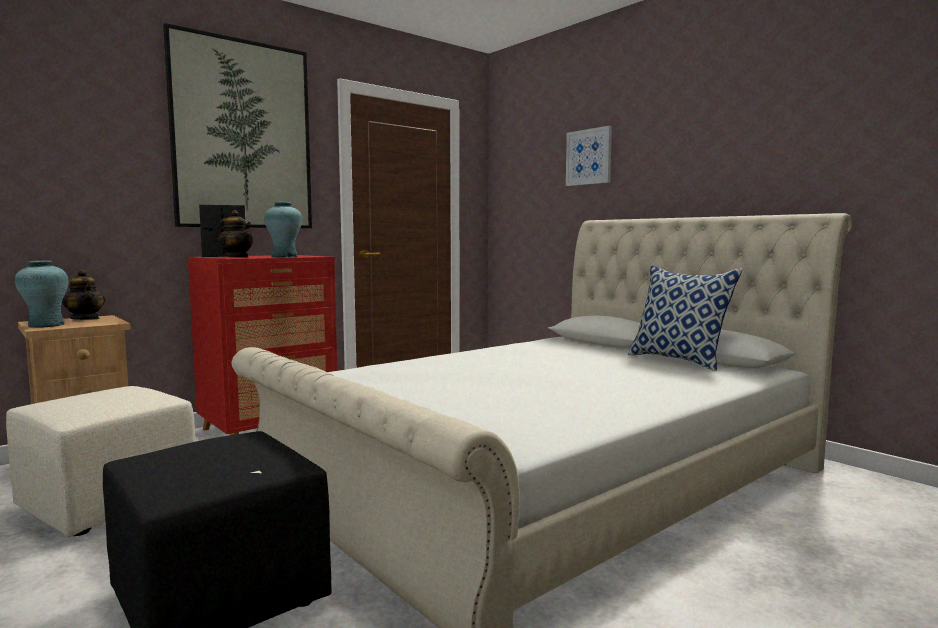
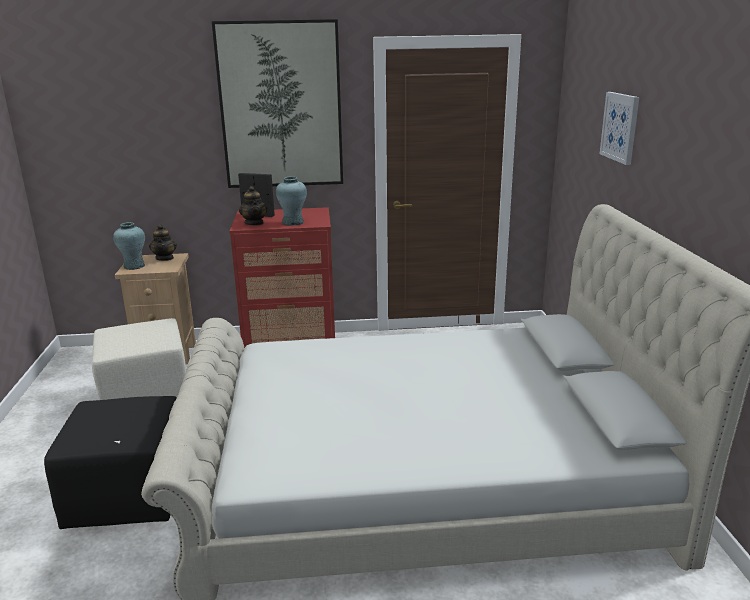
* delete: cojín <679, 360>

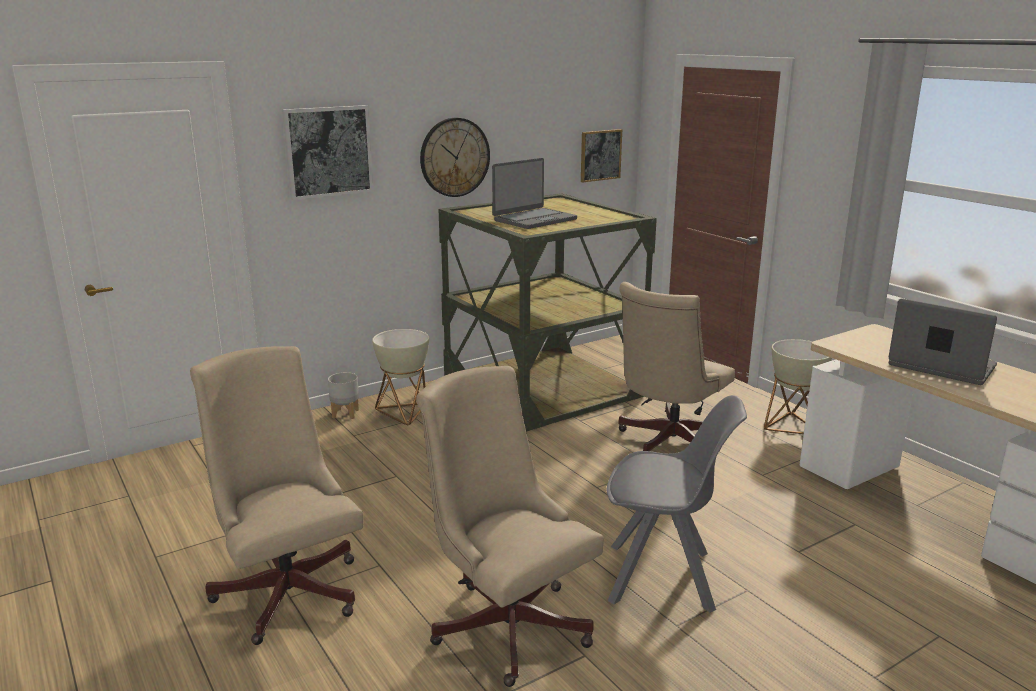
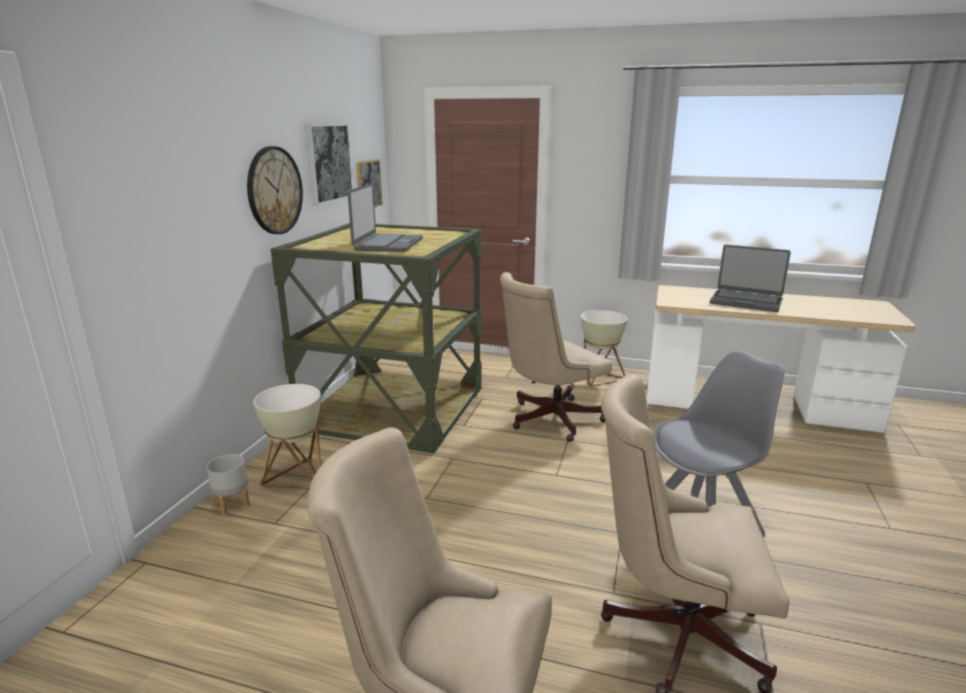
* move: cuadro <328, 151> to <328, 162>
* rotate: silla de oficina [beis] <667, 443> = <549, 419> 60 degrees clockwise
* rotate: portátil <941, 366> = <746, 301> 150 degrees counterclockwise

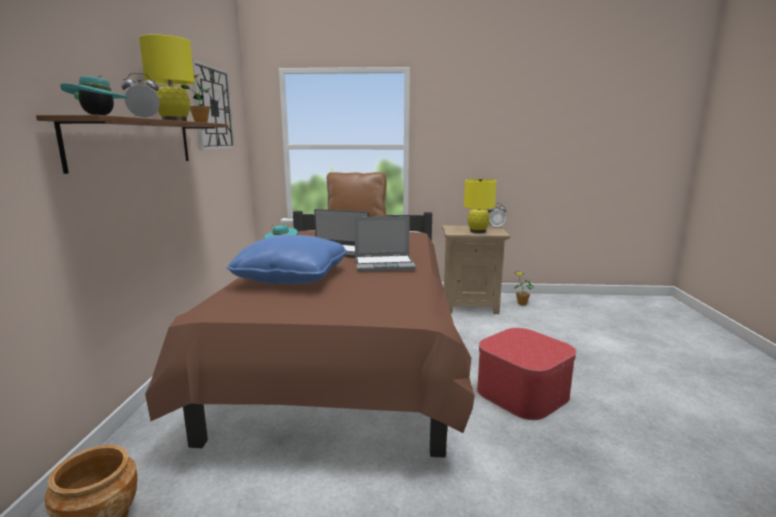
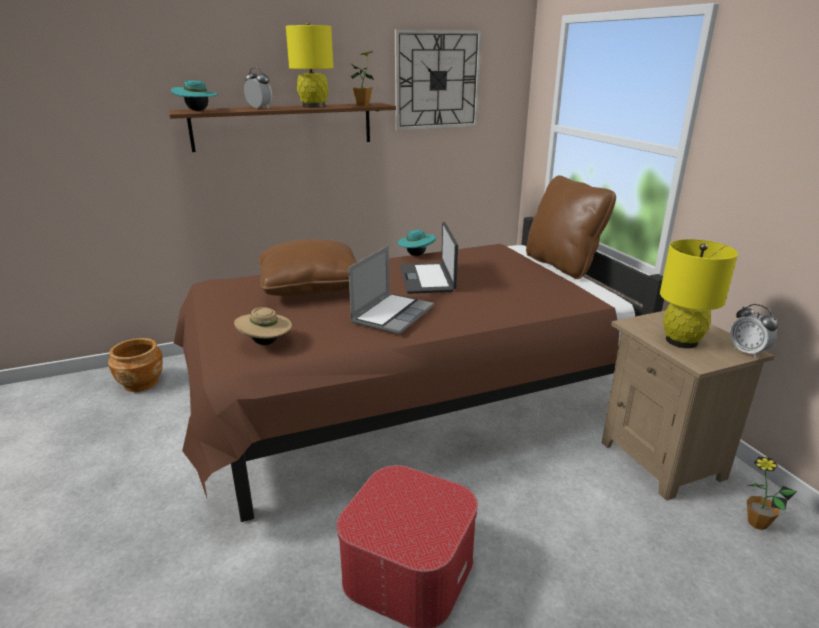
* insert: sombrero [beis] <266, 343>
* recolor: cojín [azul] <291, 277> to cojín [marrón] <310, 286>
* rotate: portátil <385, 264> = <392, 314> 120 degrees counterclockwise

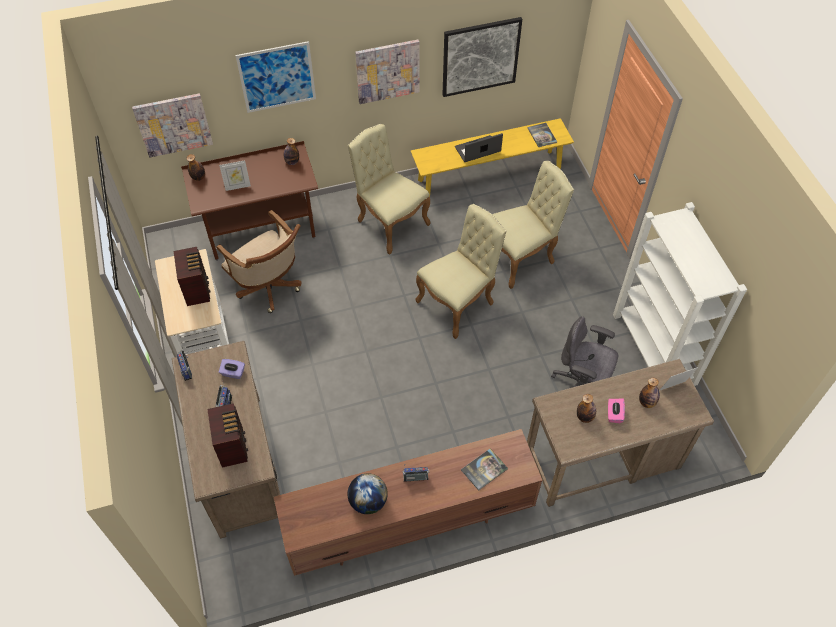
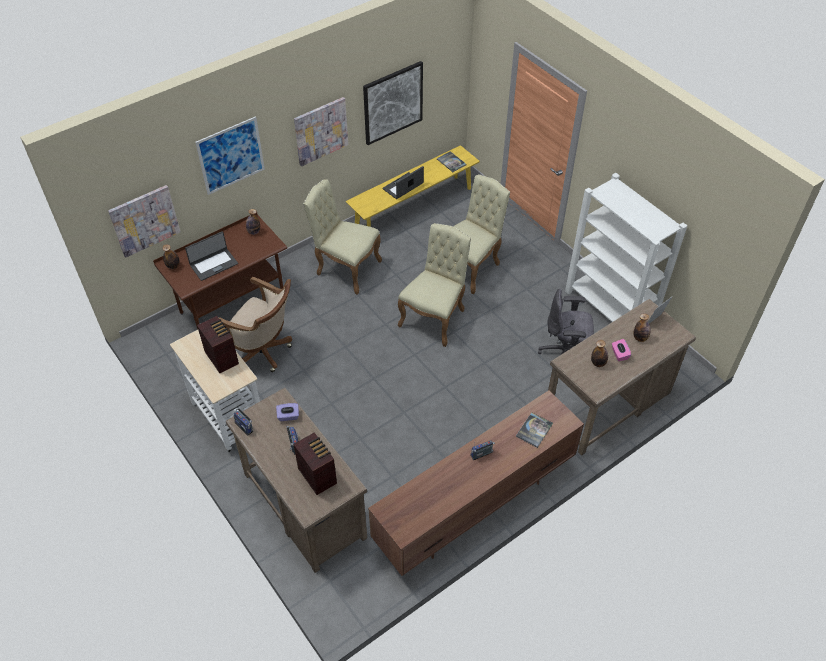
* replace: portarretratos <237, 186> to portátil <213, 264>
* delete: globo terráqueo <368, 501>

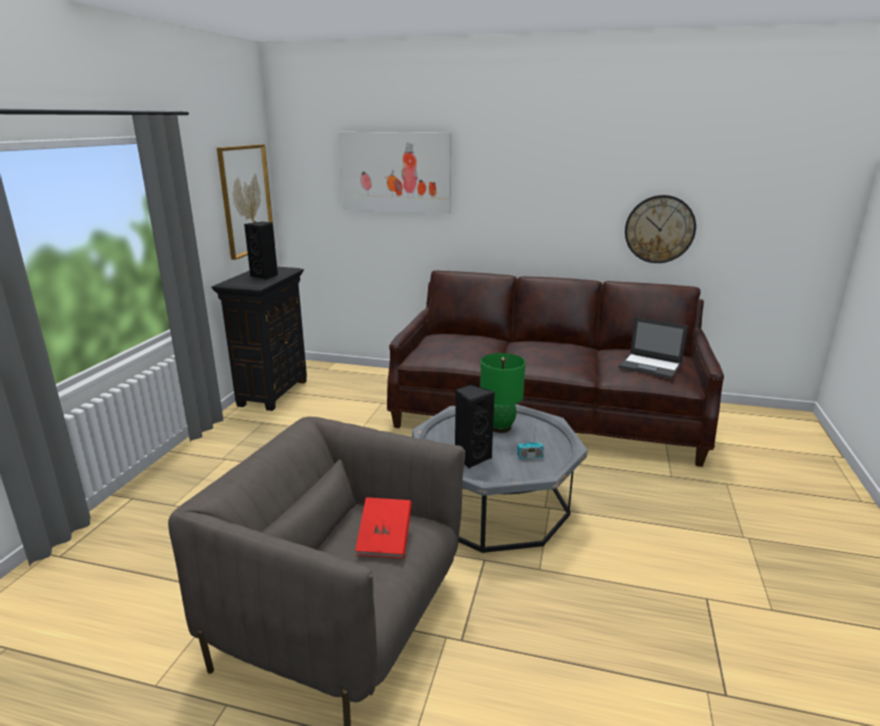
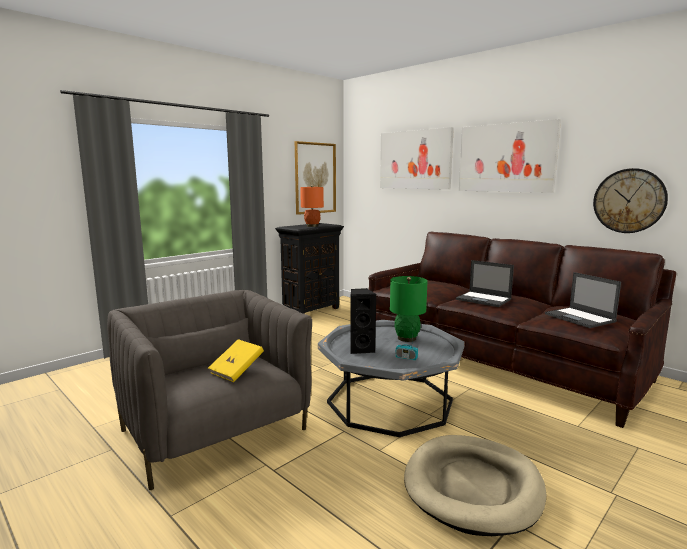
* recolor: libro [rojo] <385, 540> to libro [amarillo] <237, 371>
* replace: altavoz [negro] <265, 276> to lámpara de mesa [naranja] <312, 226>
* insert: cama para perro [beis] <473, 487>
* insert: portátil <484, 299>
* insert: cuadro <506, 158>

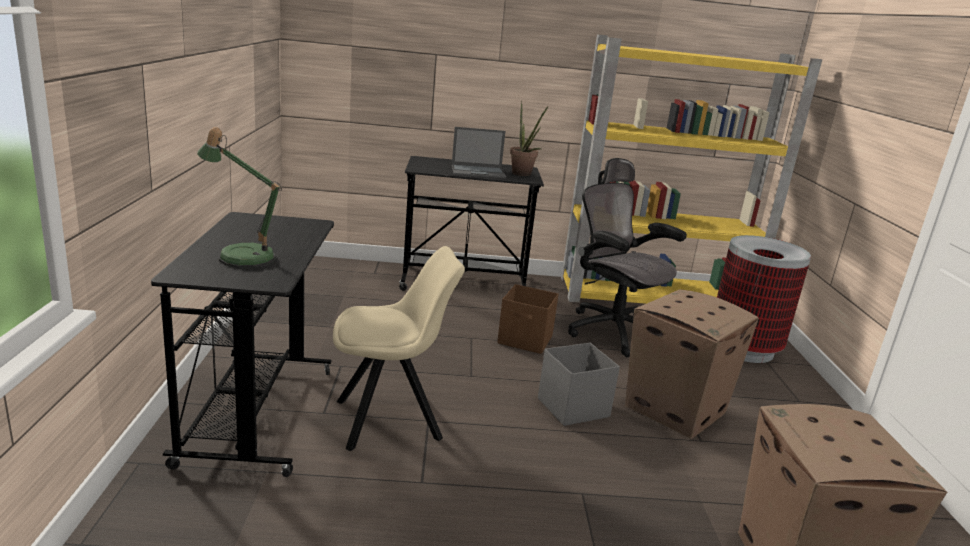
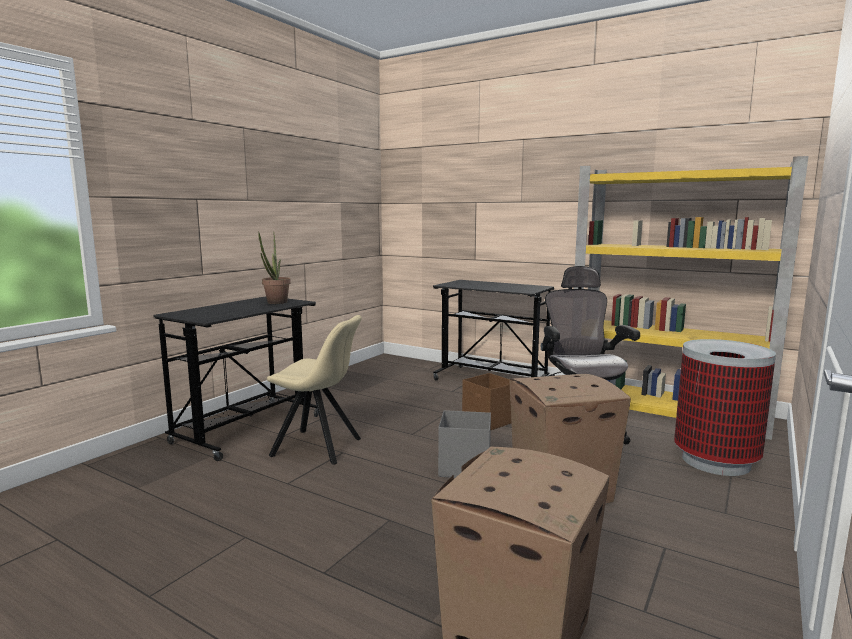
* move: planta en maceta <523, 174> to <275, 303>
* delete: lámpara de mesa <241, 255>
* delete: portátil <478, 172>

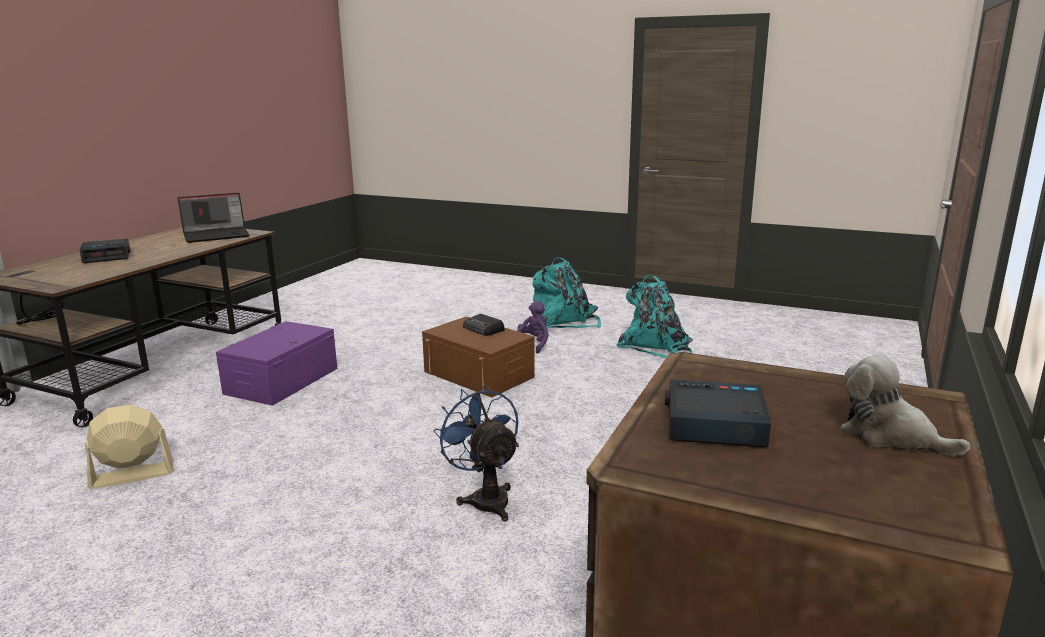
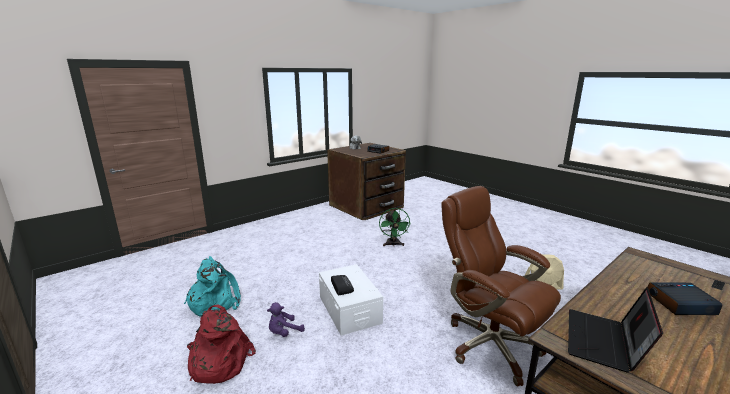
* recolor: mochila [turquesa] <564, 322> to mochila [rojo] <218, 362>
* recolor: caja de almacenaje [marrón] <479, 374> to caja de almacenaje [blanco] <349, 309>
* recolor: ventilador [azul] <485, 498> to ventilador [verde] <393, 245>
* replace: caja de almacenaje [morado] <282, 381> to silla de oficina [marrón] <489, 344>
* rotate: portátil <217, 235> = <604, 342> 60 degrees counterclockwise

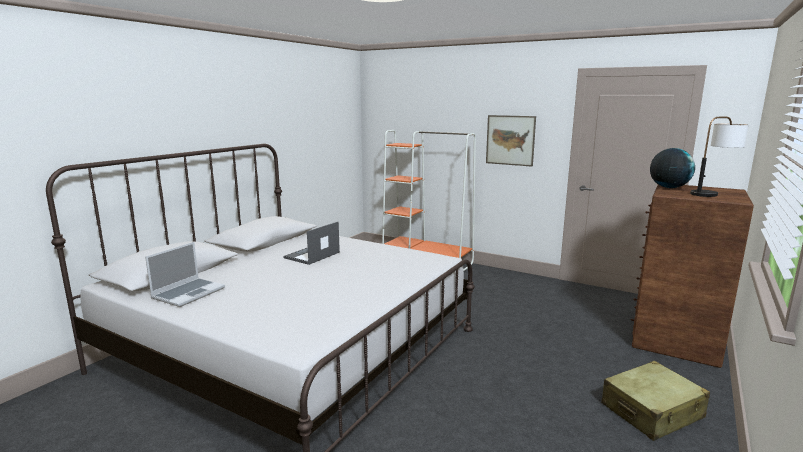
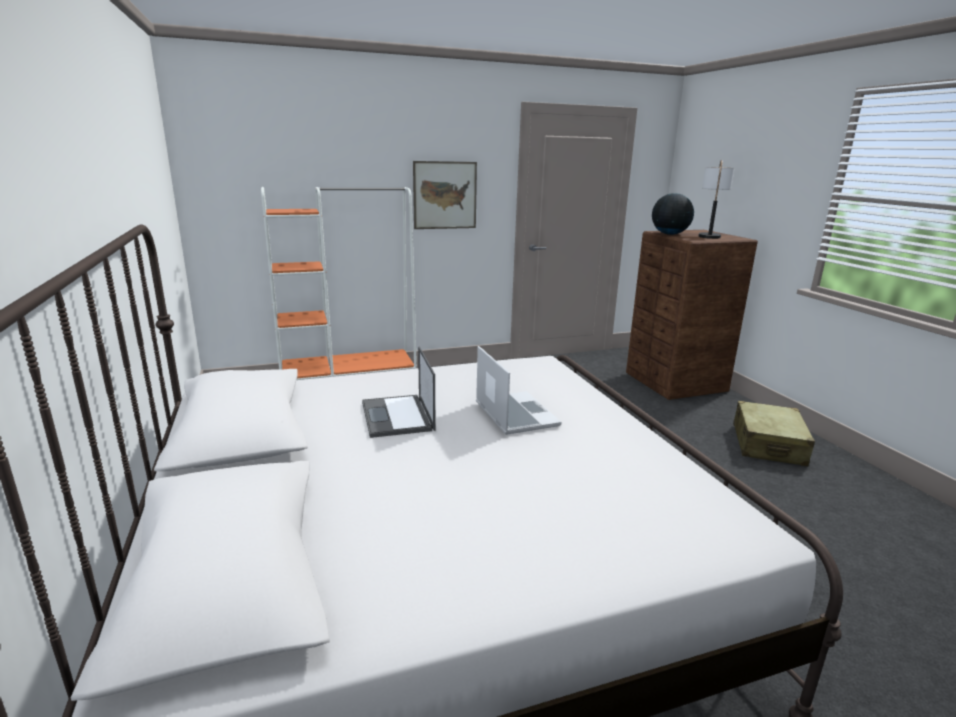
* move: portátil <189, 293> to <514, 414>

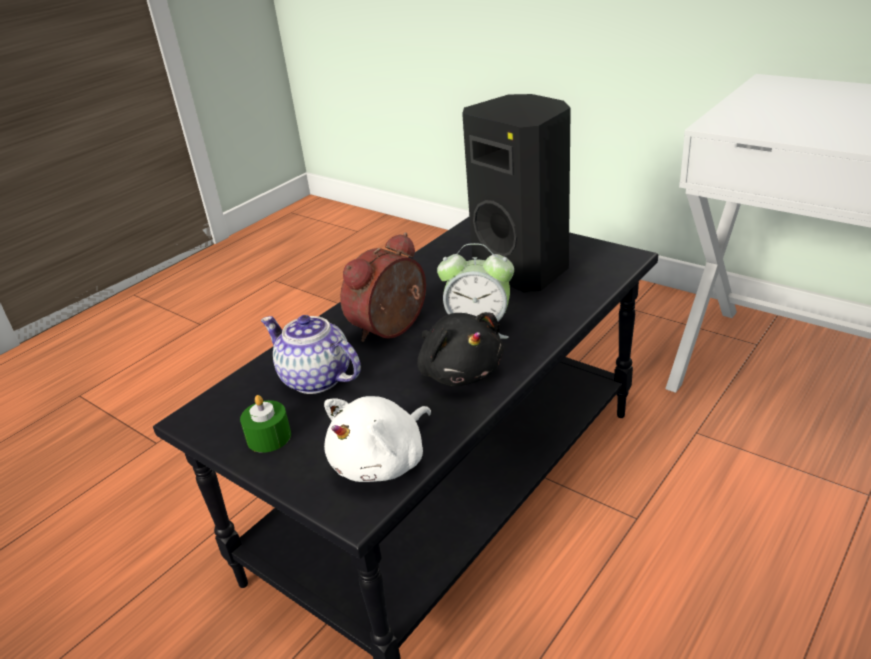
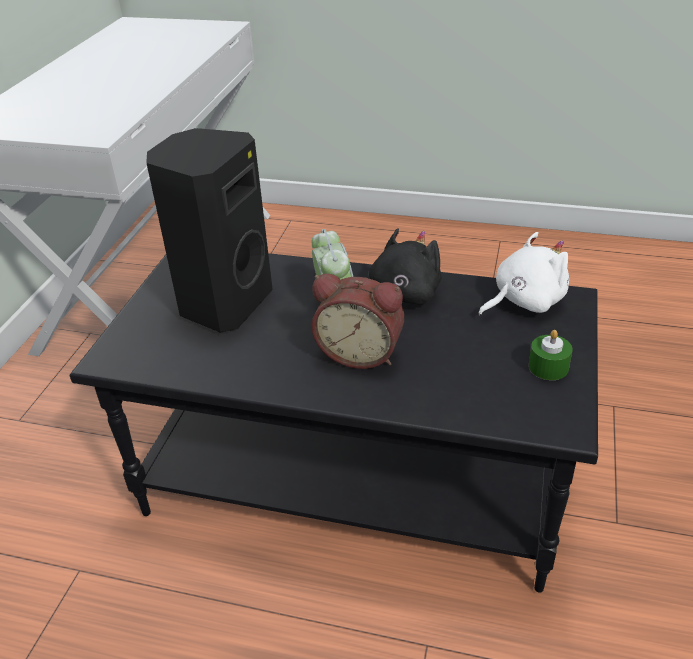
* rotate: peluche [blanco] <383, 462> = <524, 301> 45 degrees counterclockwise
* delete: tetera <315, 378>

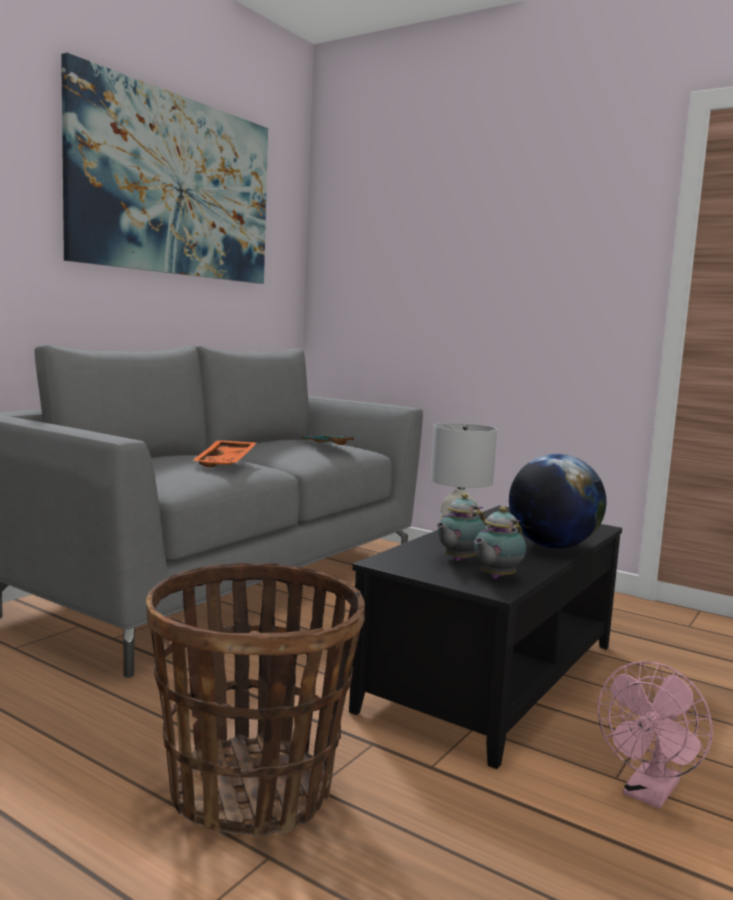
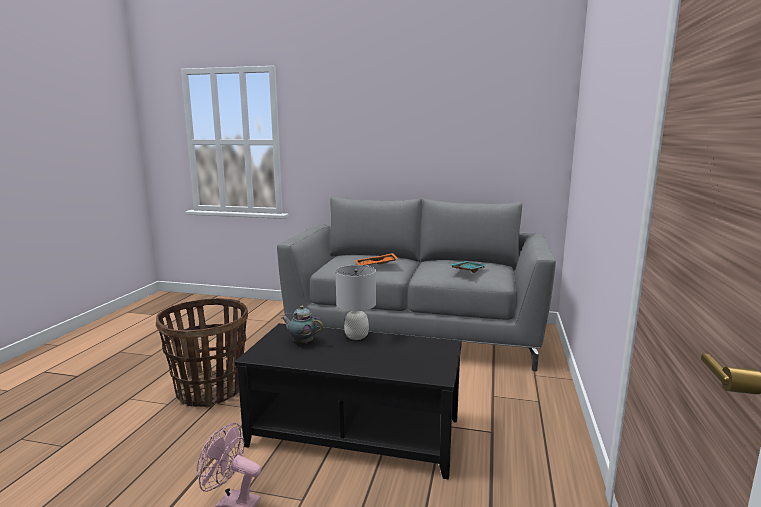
* delete: cuadro <175, 186>
* delete: tetera <495, 577>
* delete: globo terráqueo <552, 546>

